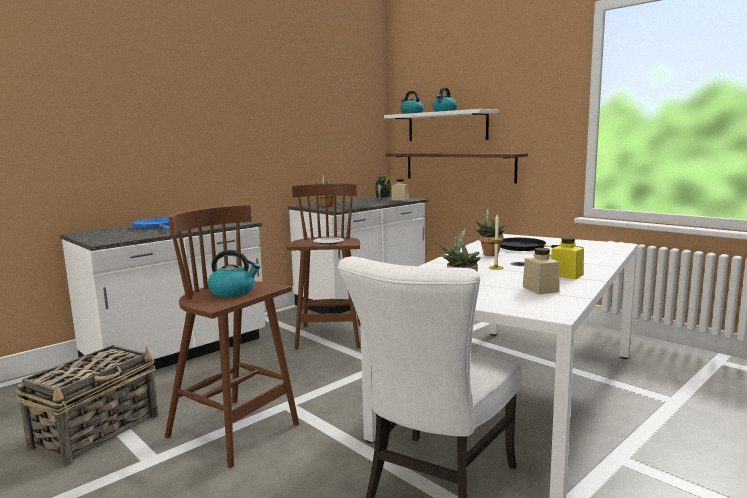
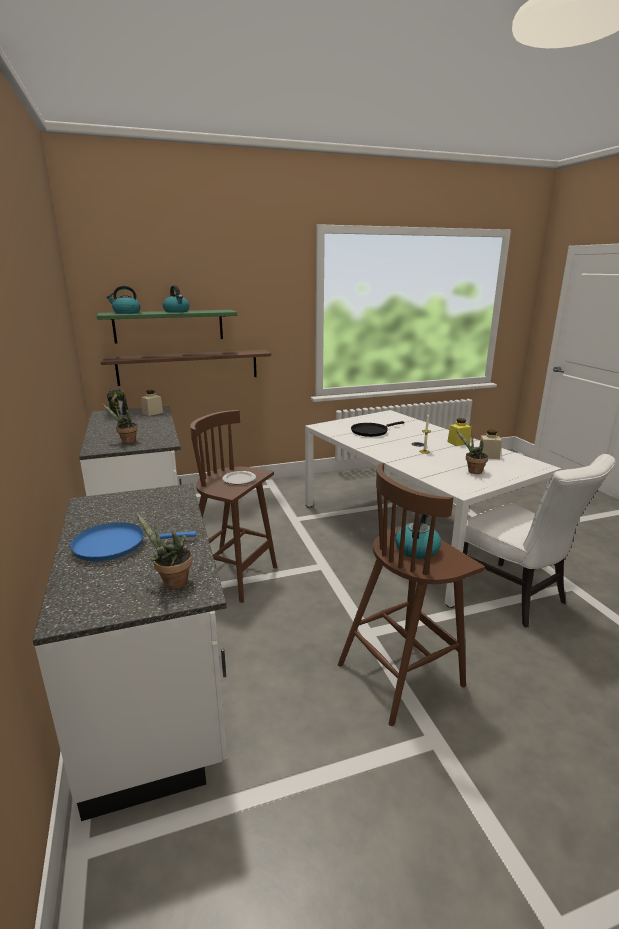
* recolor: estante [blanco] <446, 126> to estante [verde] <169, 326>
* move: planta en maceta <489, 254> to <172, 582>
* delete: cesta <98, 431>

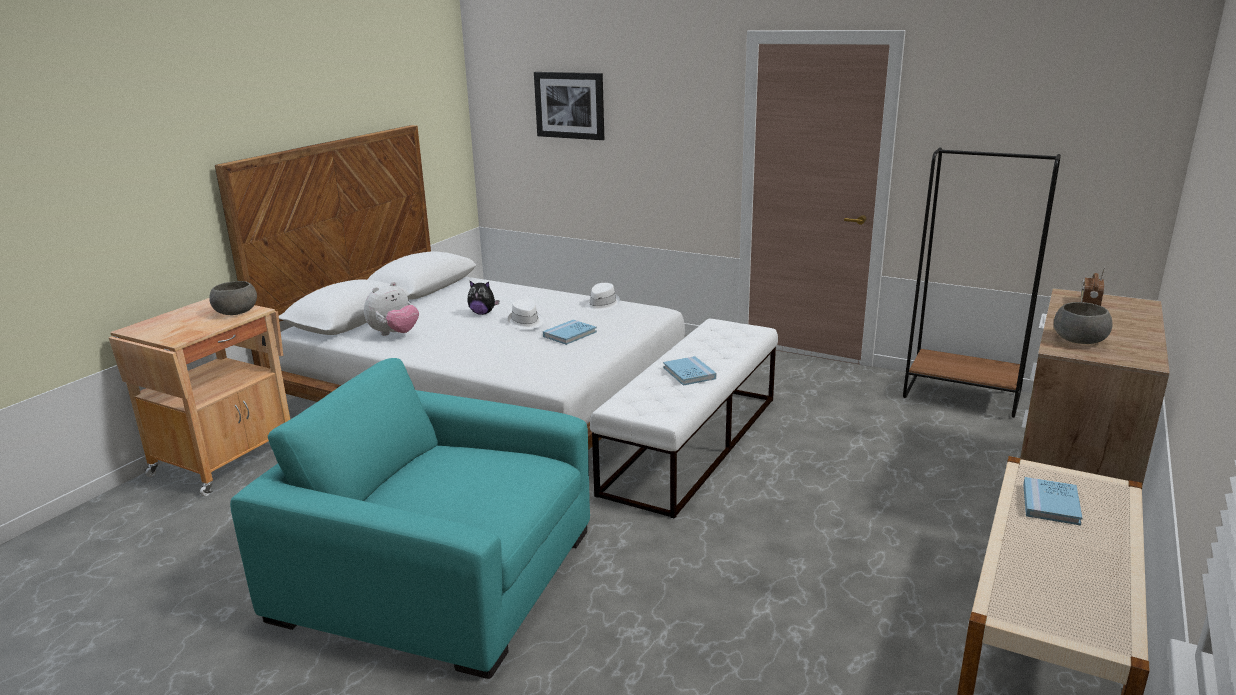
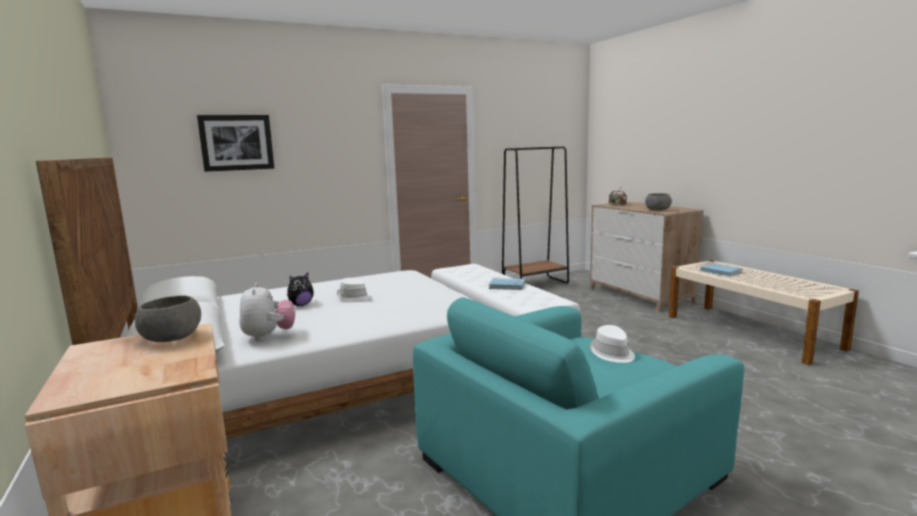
* move: sombrero [blanco] <601, 304> to <612, 353>
* delete: libro [azul] <570, 334>

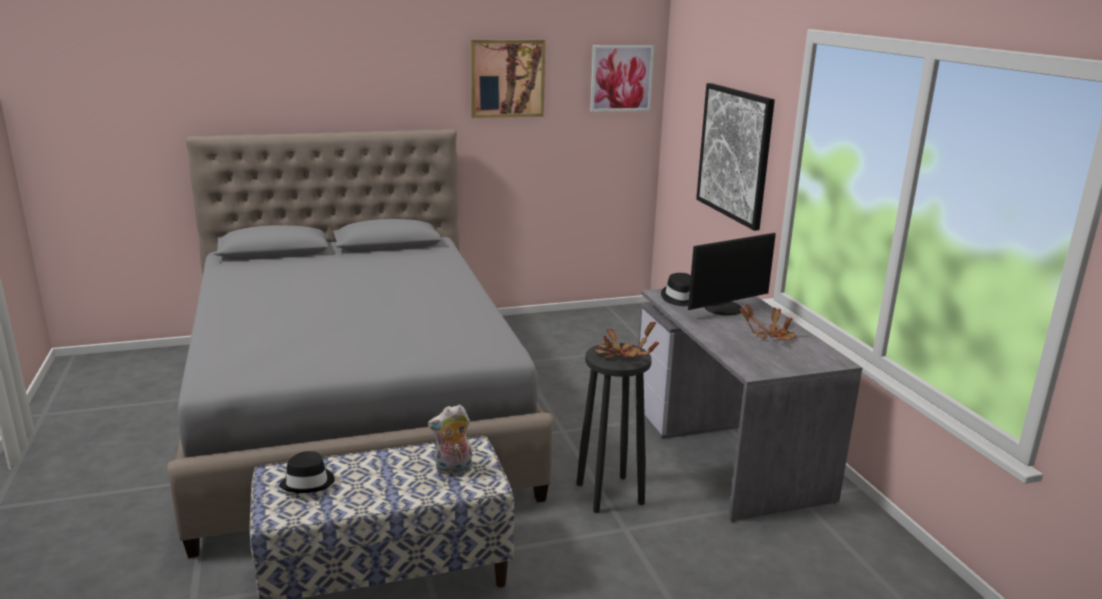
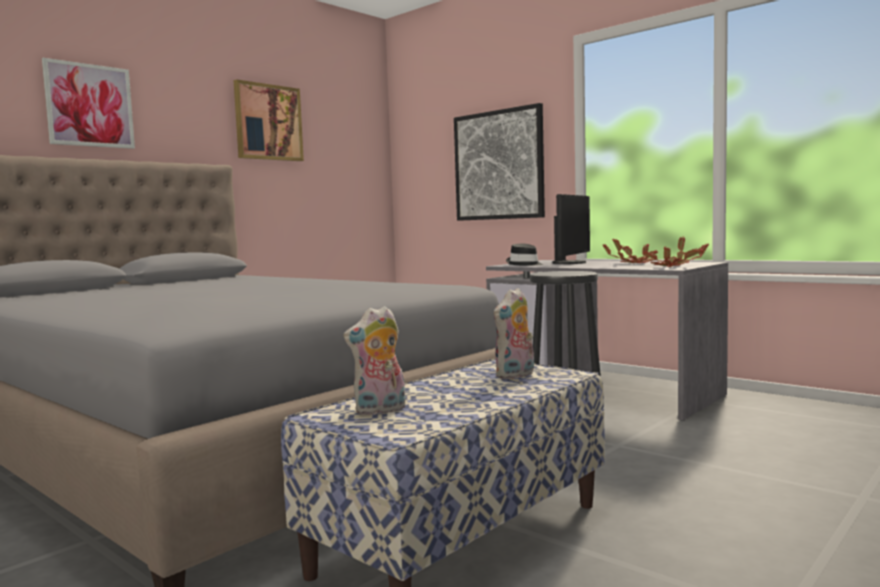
* move: cuadro <621, 78> to <89, 105>
* replace: sombrero [negro] <308, 482> to peluche <380, 410>
* move: planta en maceta <622, 355> to <674, 266>

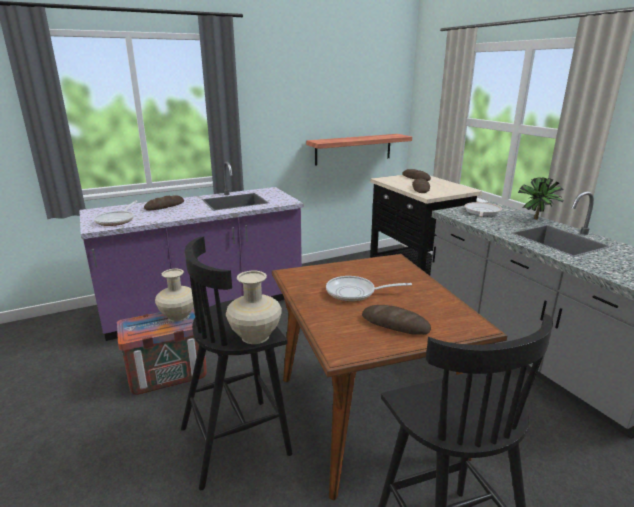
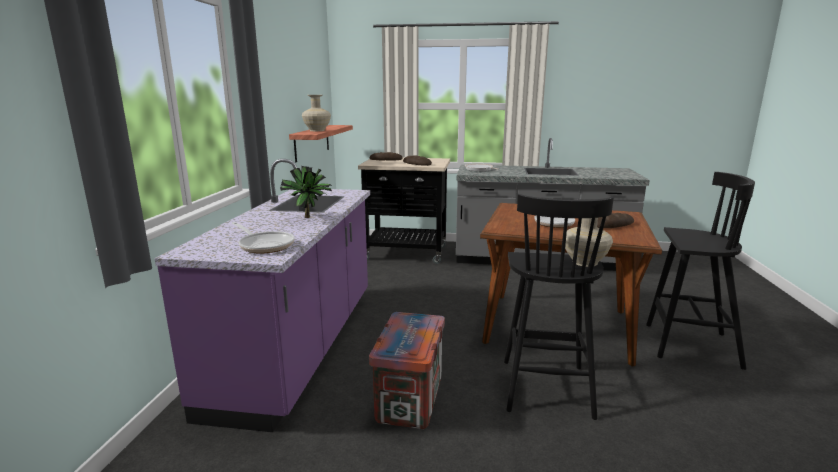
* move: planta en maceta <537, 220> to <309, 218>
* move: florero [beis] <178, 316> to <317, 130>
* delete: pan <164, 206>

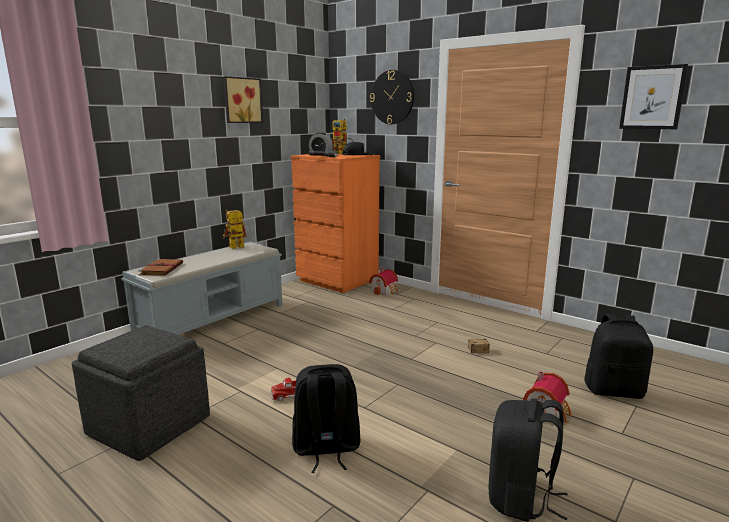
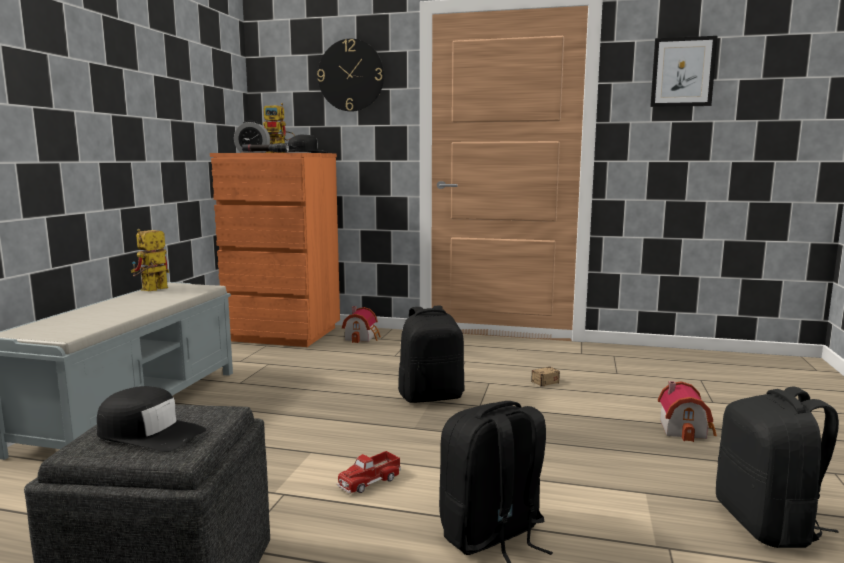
* insert: gorra [negro] <149, 433>
* move: mochila [negro] <614, 390> to <431, 396>
* delete: libro [marrón] <162, 269>
* delete: cuadro <242, 100>

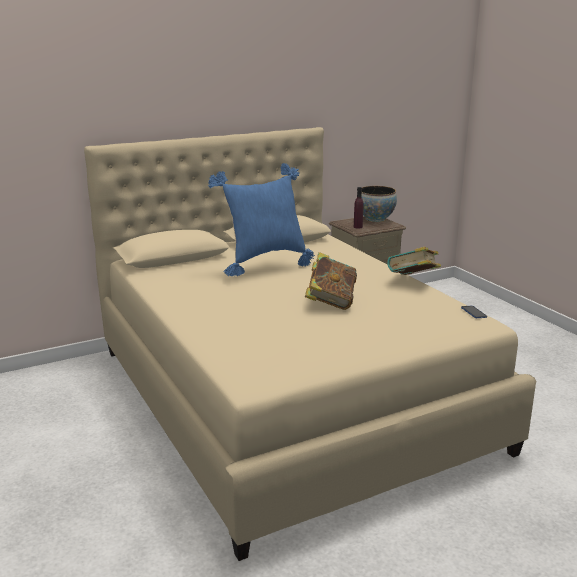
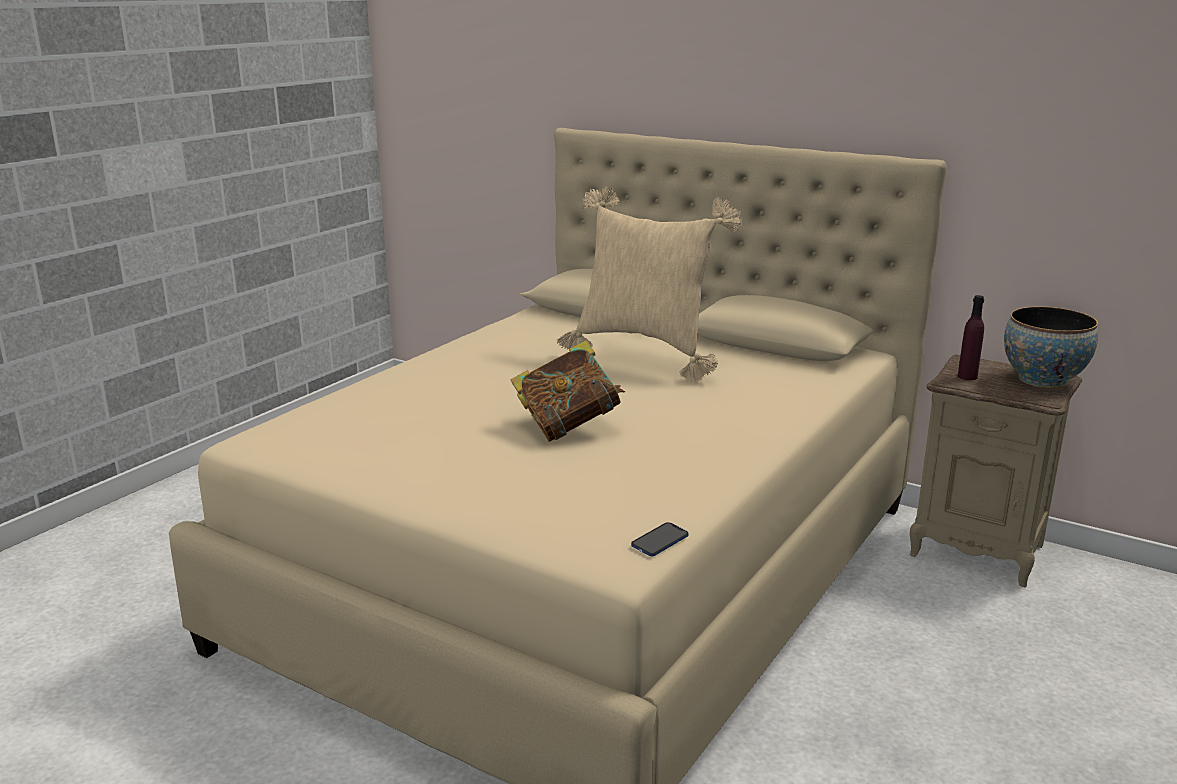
* recolor: cojín [azul] <263, 268> to cojín [beis] <645, 361>
* delete: libro <413, 281>

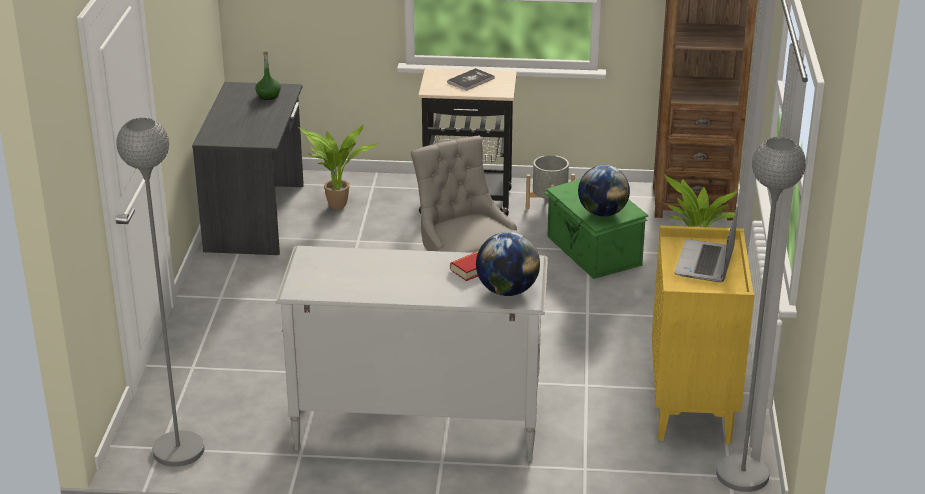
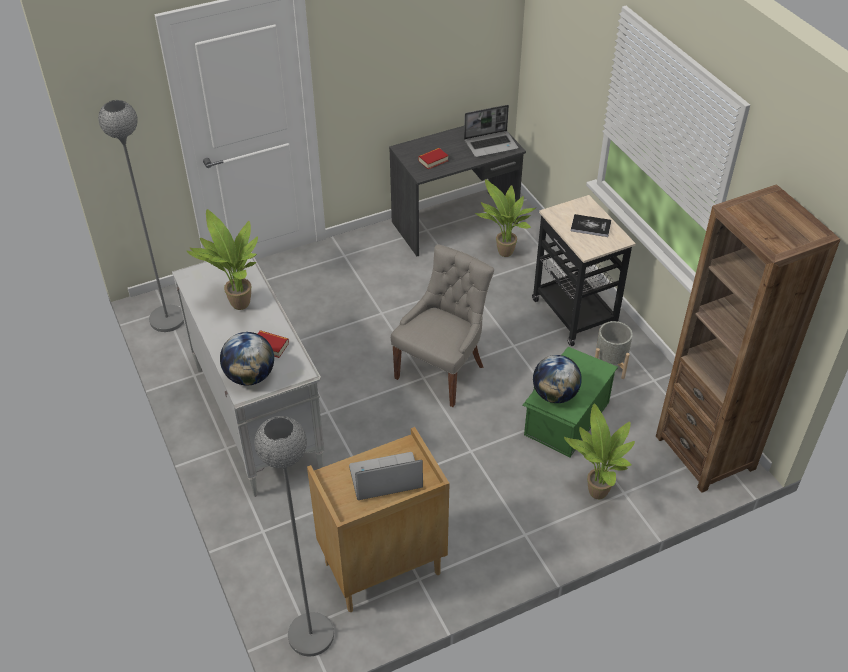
* insert: planta en maceta <237, 305>
* recolor: armario [amarillo] <691, 408> to armario [marrón] <381, 568>
* insert: libro <433, 161>
* replace: botella [verde] <268, 96> to portátil <491, 144>

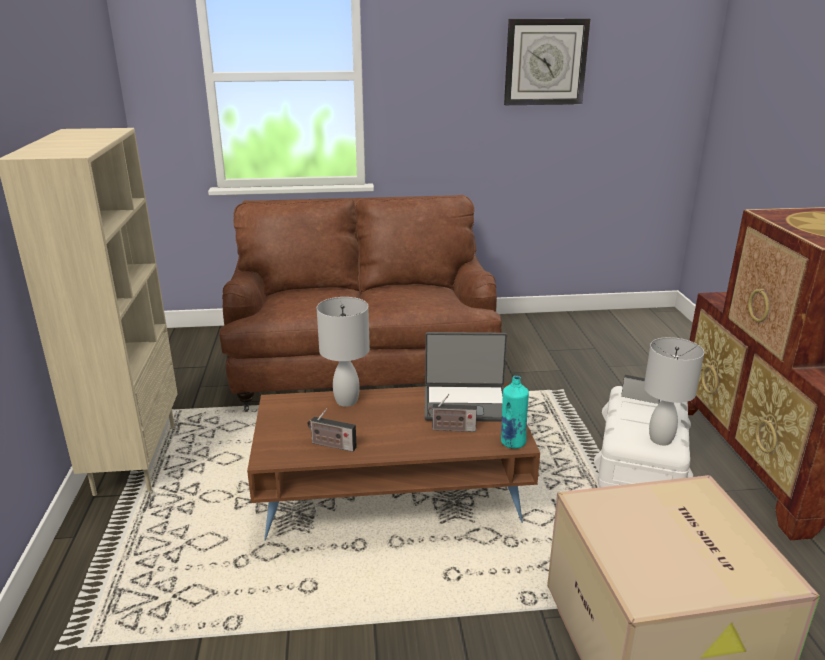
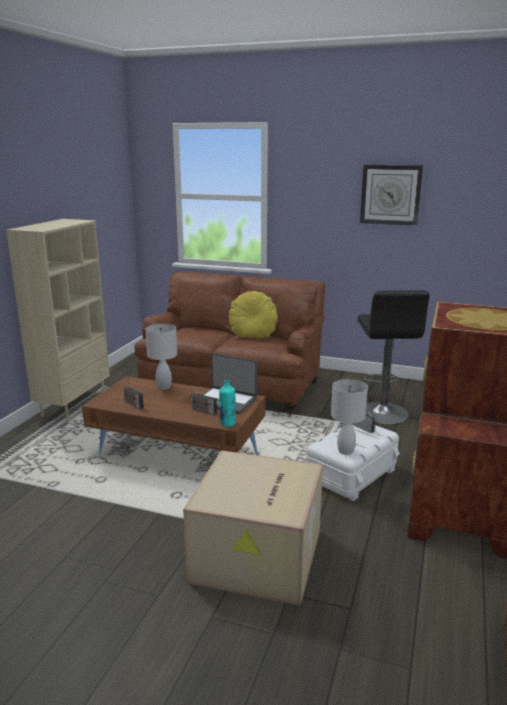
* insert: cojín [amarillo] <253, 336>
* insert: taburete [negro] <382, 413>

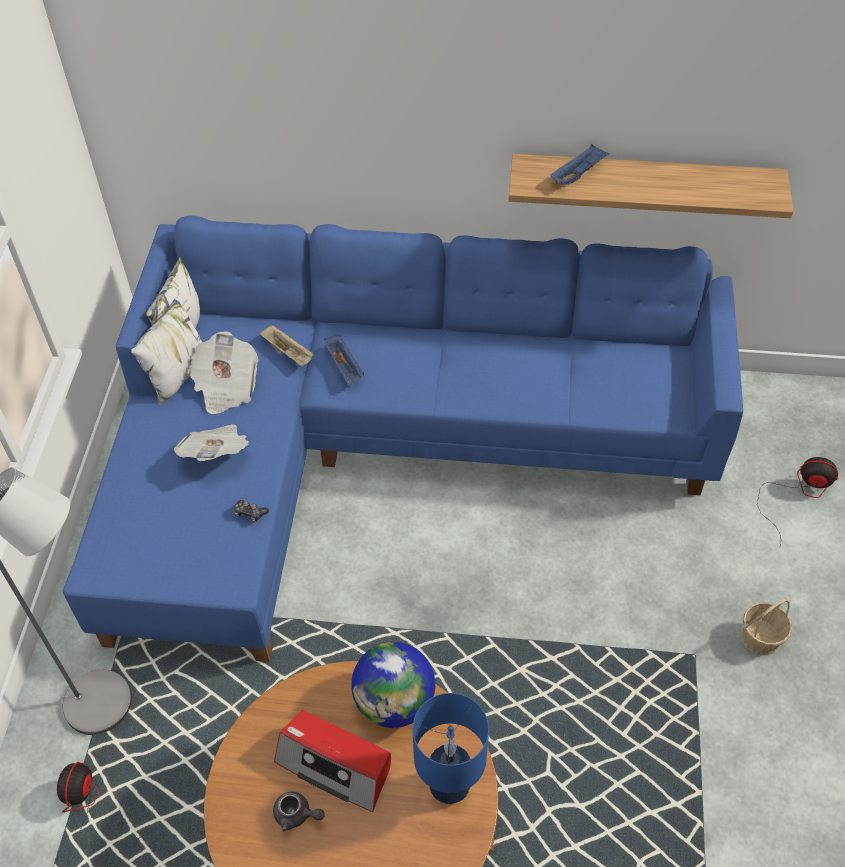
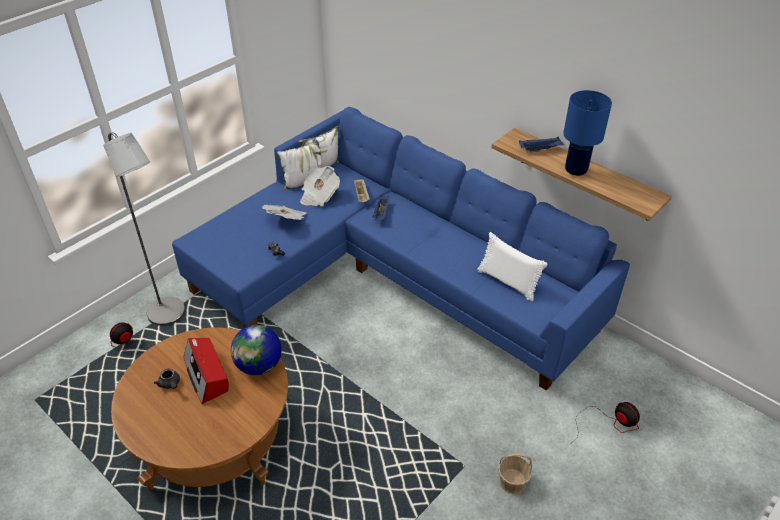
* insert: cojín [blanco] <508, 282>
* move: lámpara de mesa [azul] <449, 786> to <575, 171>

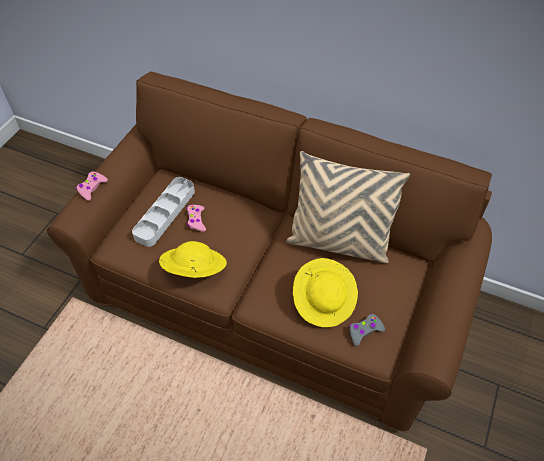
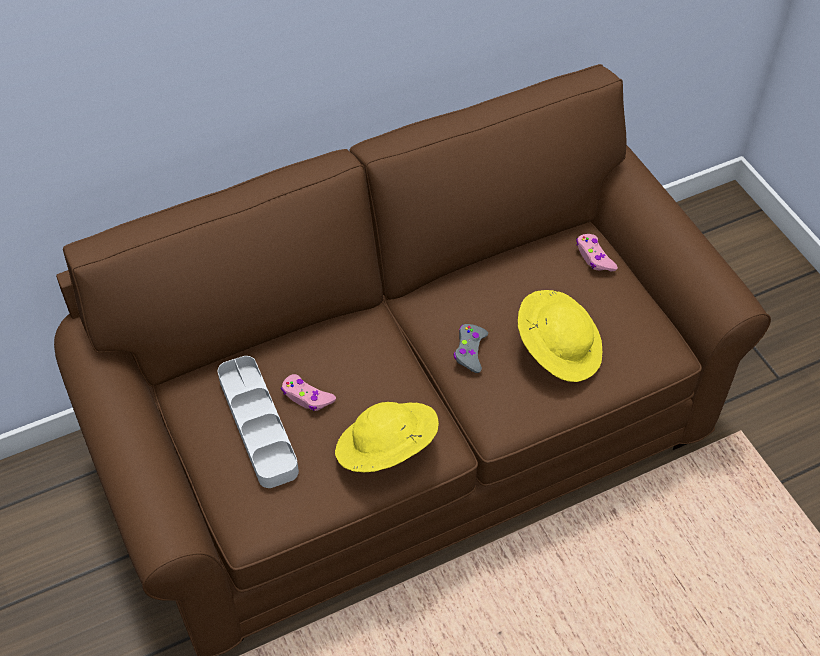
* move: mando de consola [gris] <364, 331> to <470, 351>
* move: mando de consola [rosa] <92, 188> to <594, 257>
* delete: cojín [beis] <338, 242>

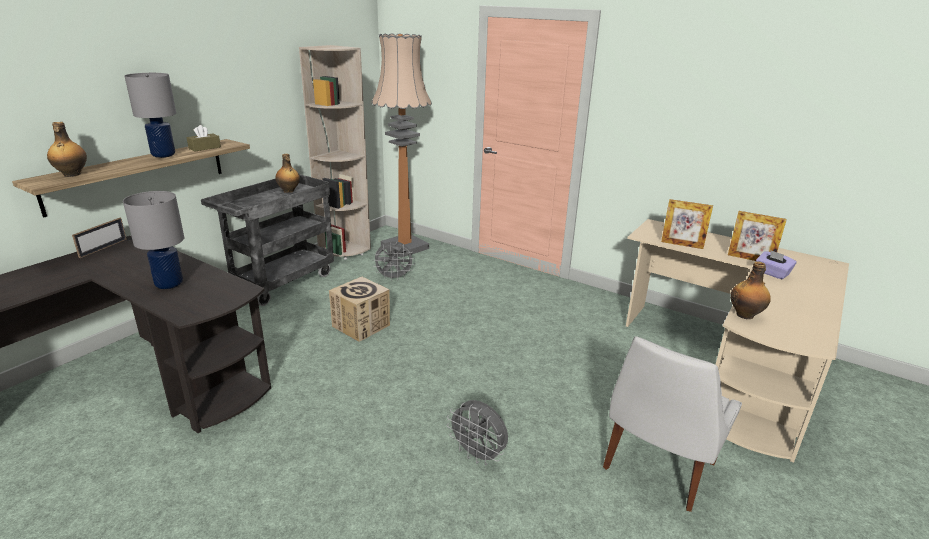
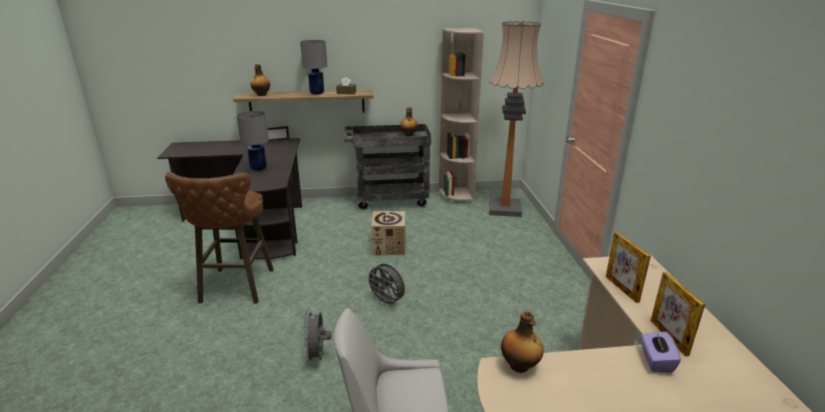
* insert: taburete [marrón] <236, 288>
* move: ventilador [gris] <394, 278> to <387, 302>

